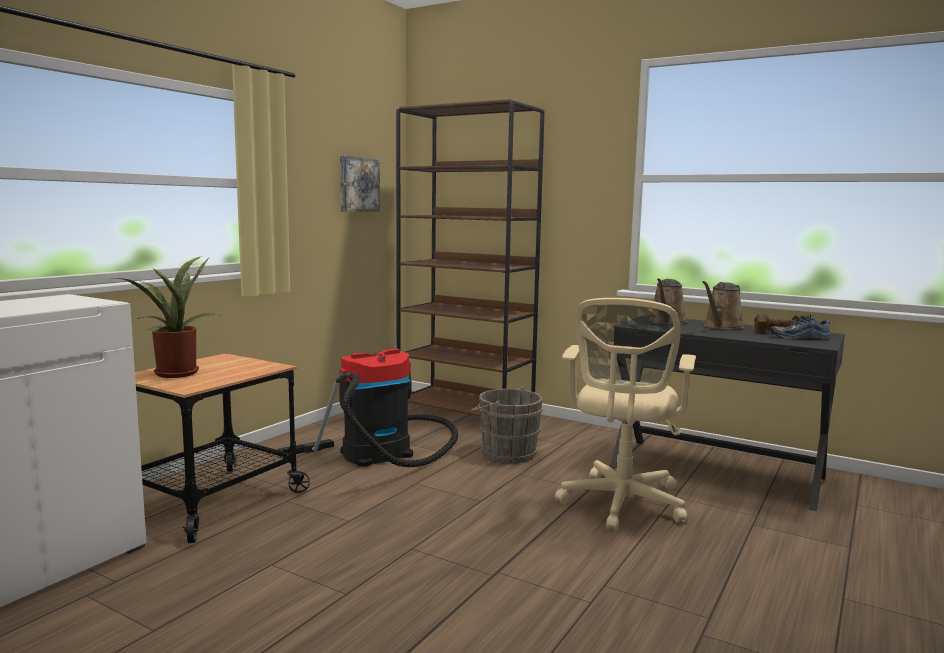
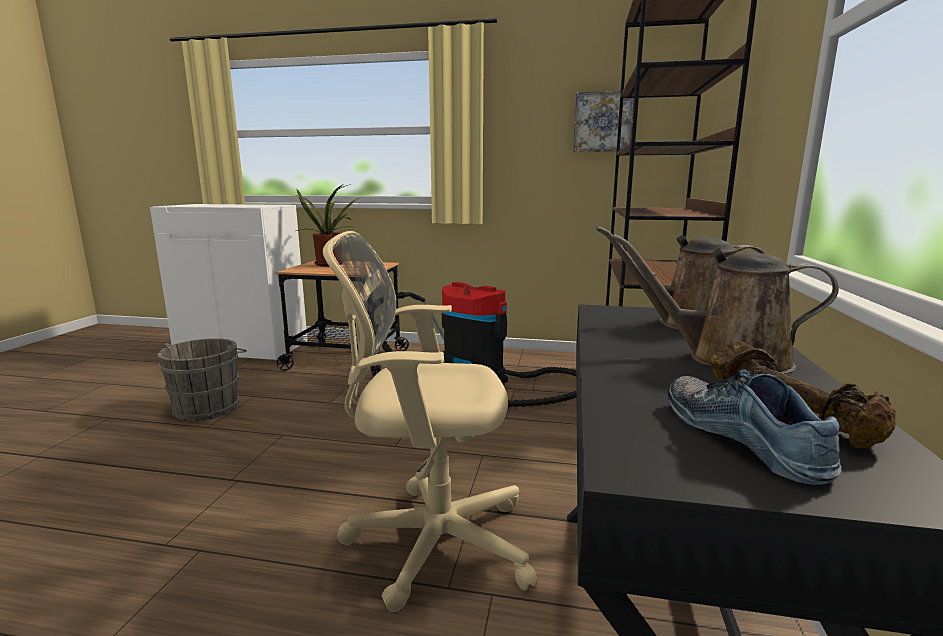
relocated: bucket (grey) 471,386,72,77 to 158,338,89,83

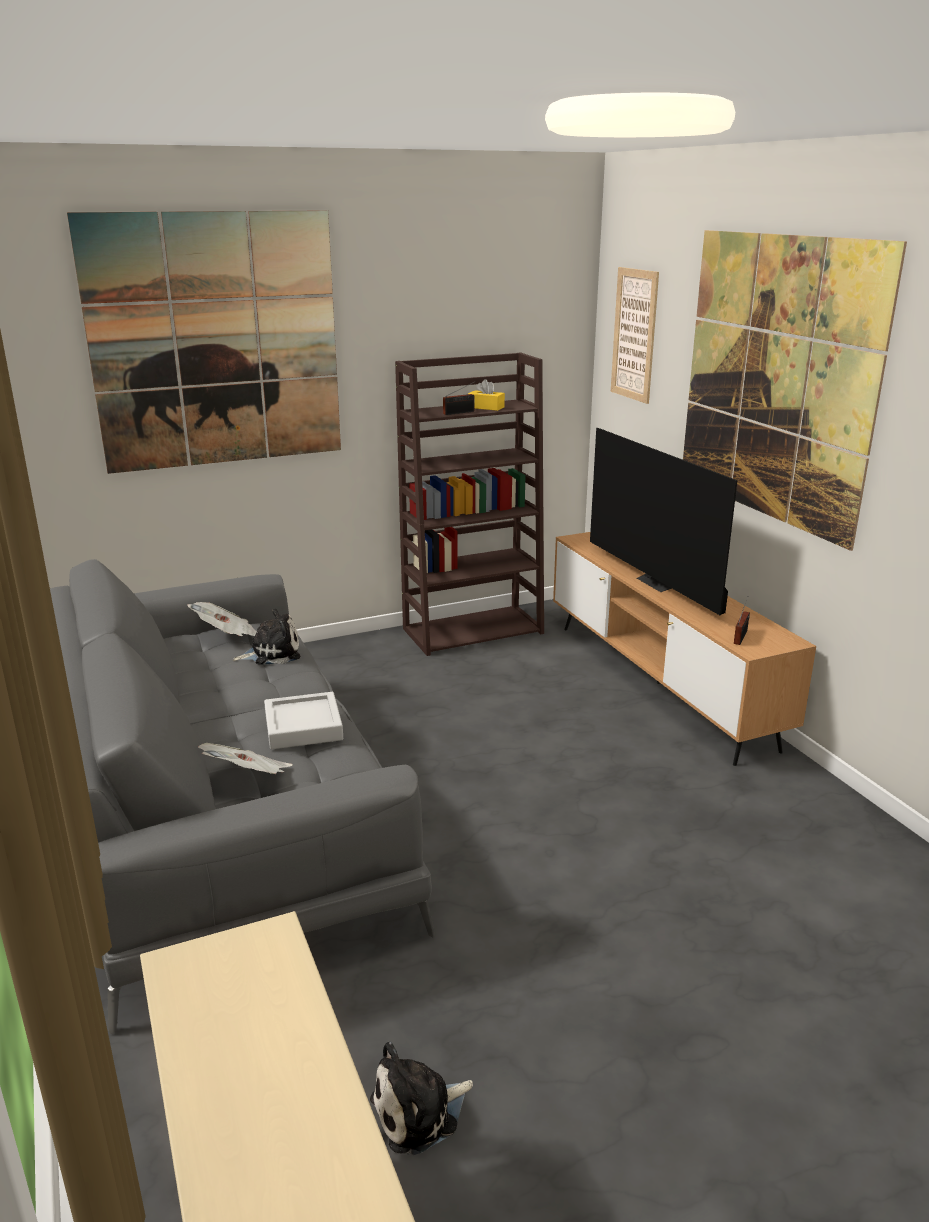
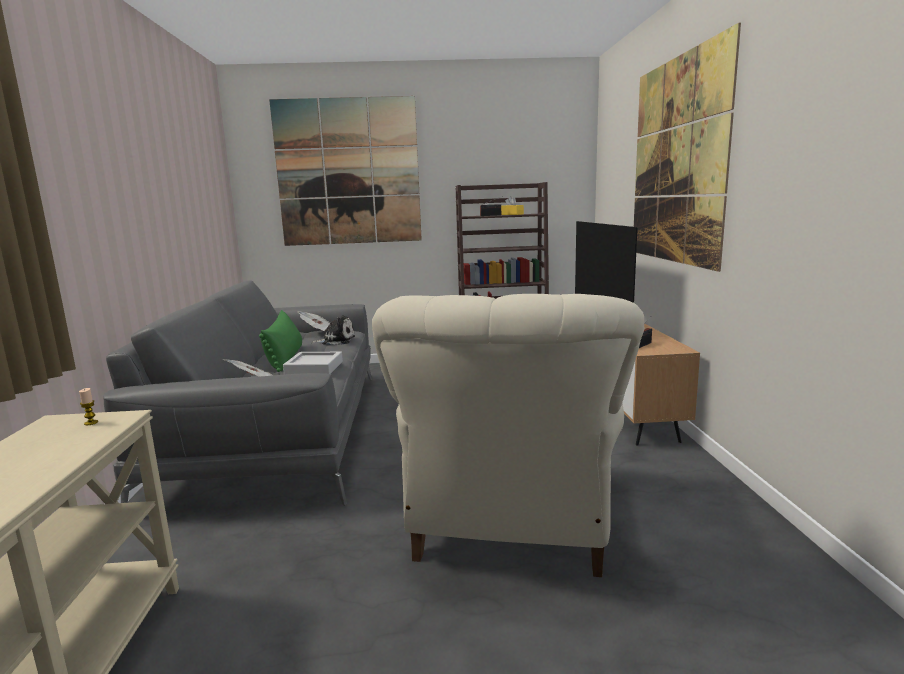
missing: picture 611,267,48,137; plush toy 370,1041,103,114
appeared: armchair (beige) 372,294,272,283; pillow (green) 259,310,43,62; candle 79,388,19,37

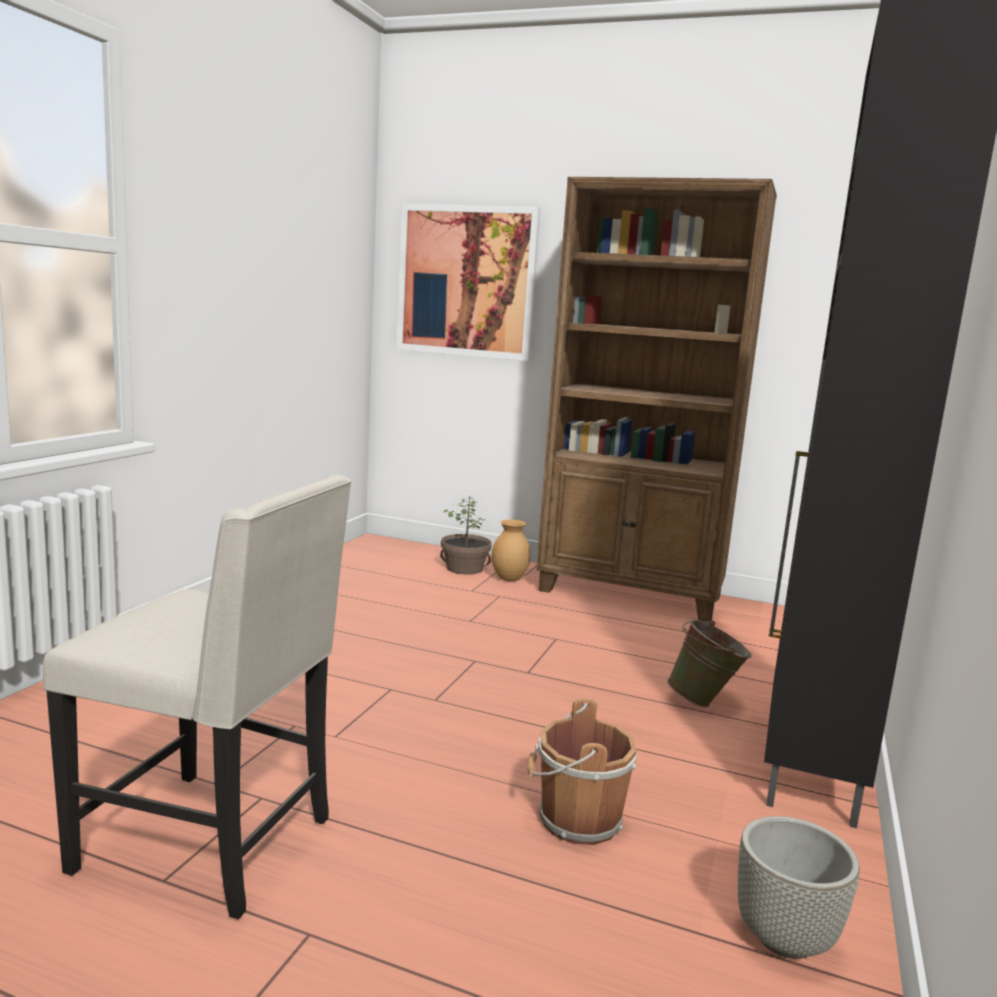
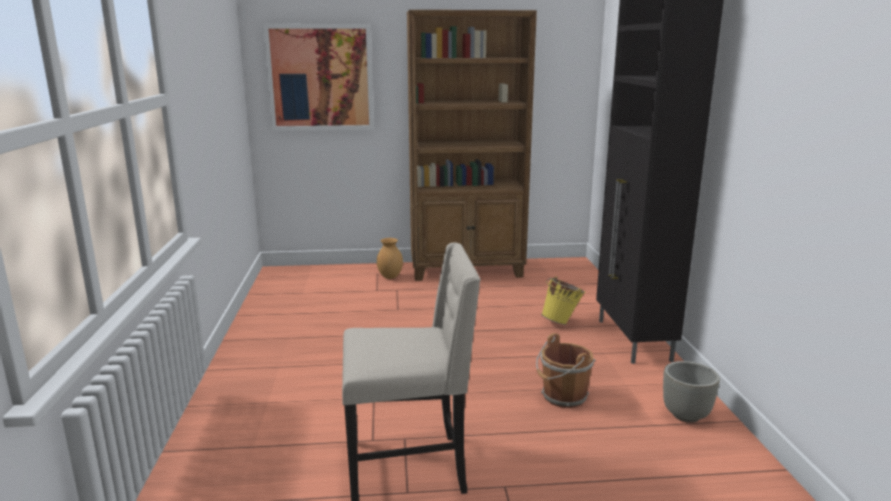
missing: potted plant 440,496,52,79
colour: bucket (green) 667,619,84,89 to bucket (yellow) 541,276,44,49

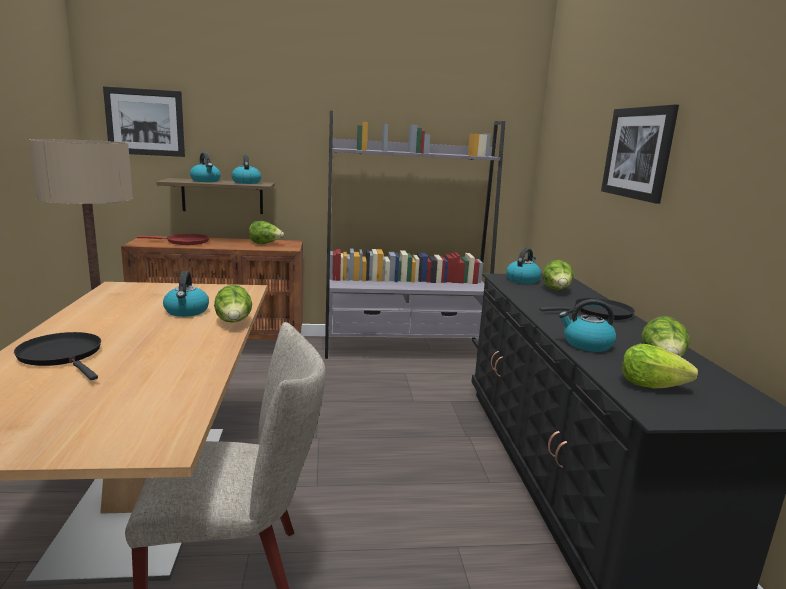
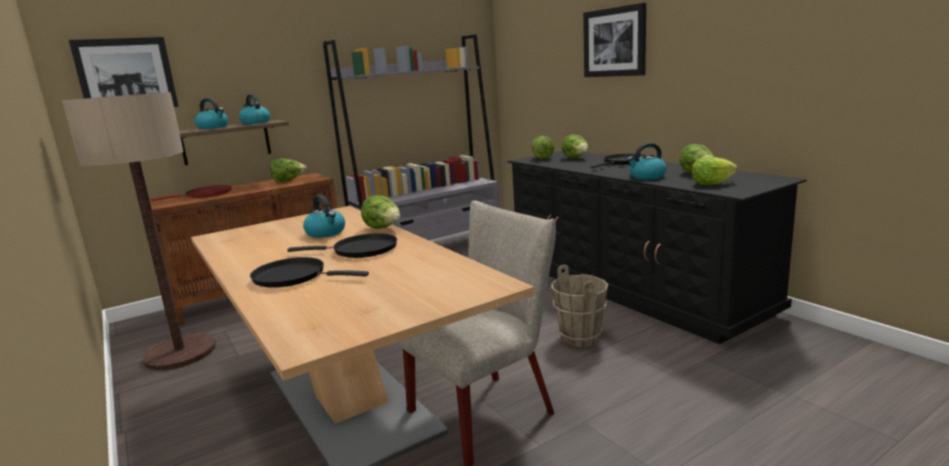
appeared: frying pan (black) 287,233,110,25; bucket (brown) 551,264,57,83
exchanged: kettle 506,248,35,36 to lettuce 532,136,22,23

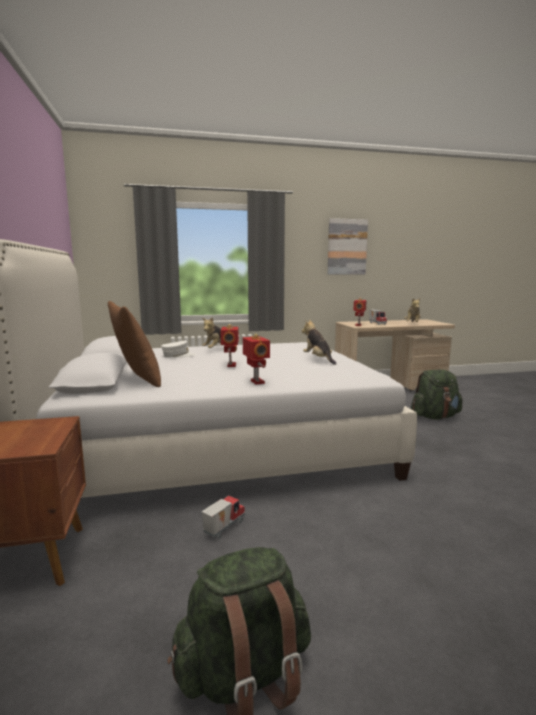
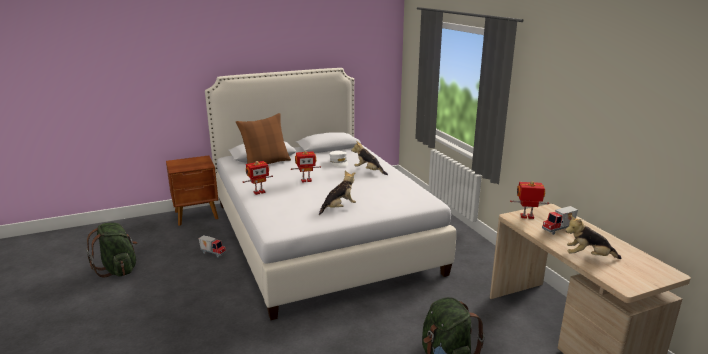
missing: picture 328,218,40,56

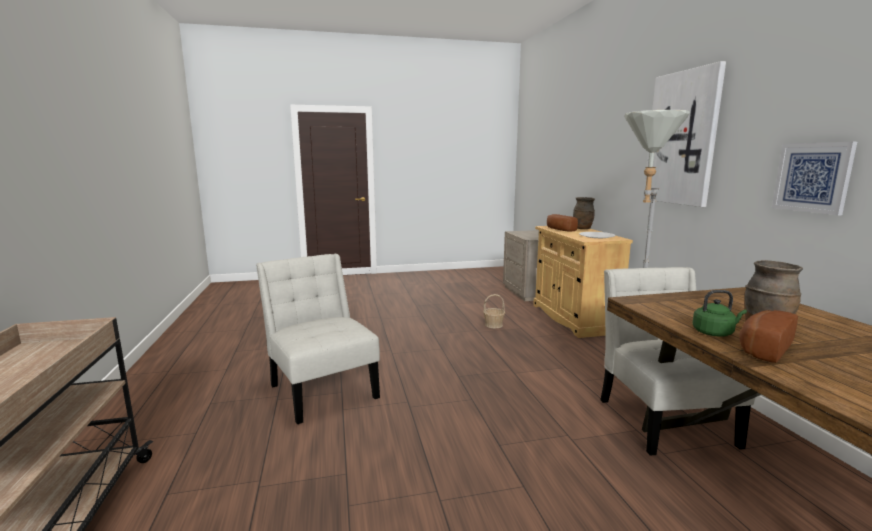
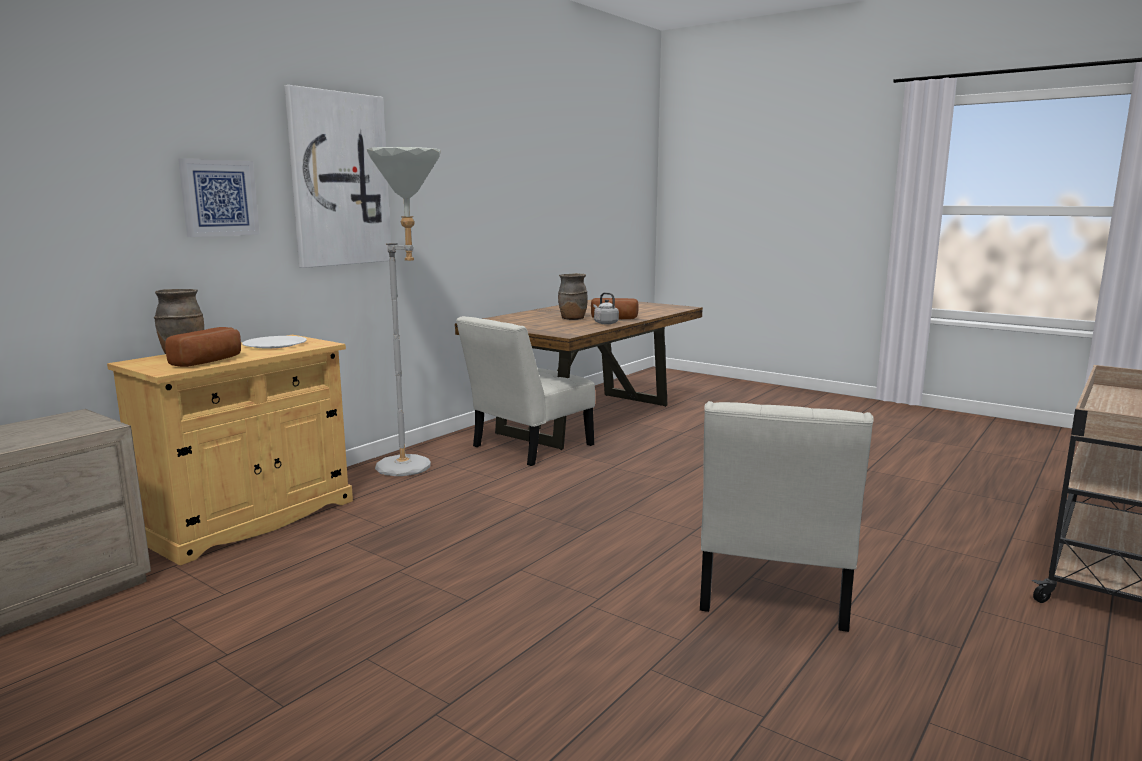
missing: basket 483,294,22,34
relocated: picture 772,142,85,73 to 178,158,82,79
colour: kettle (green) 692,290,55,47 to kettle (grey) 593,292,26,32

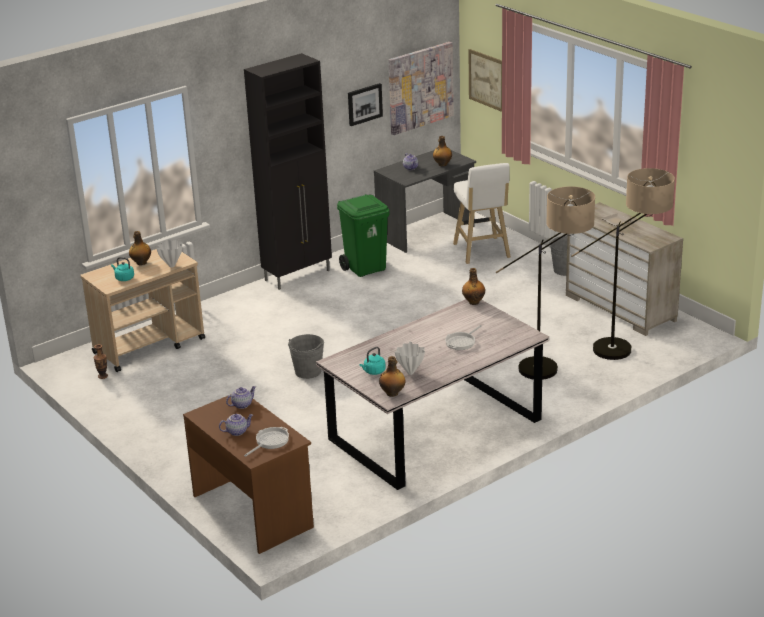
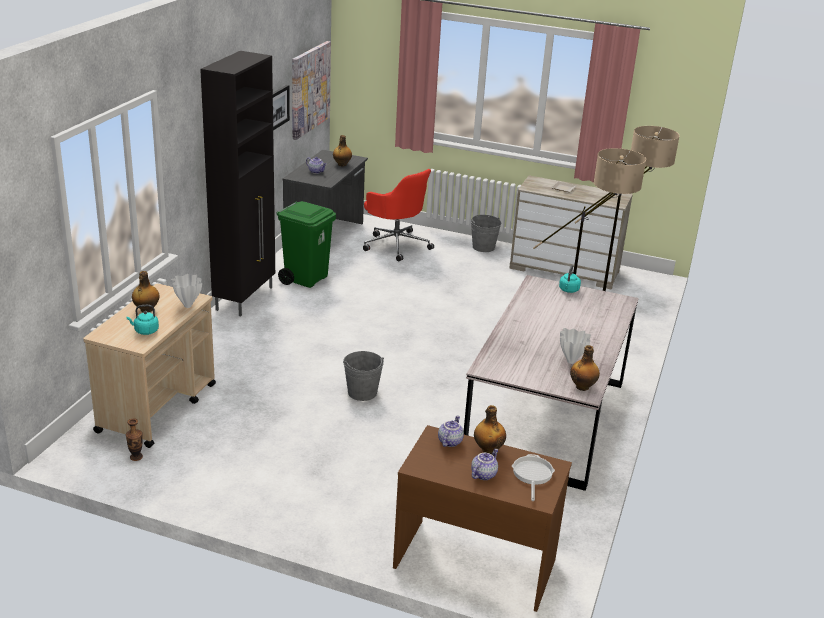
missing: picture 469,49,33,63; frying pan 445,325,37,25
relocated: bottle 462,268,23,37 to 474,405,32,49; kettle (turquoise) 360,347,26,28 to 559,265,22,28
exchanged: stool (white) 453,163,58,101 to office chair (red) 363,169,71,92

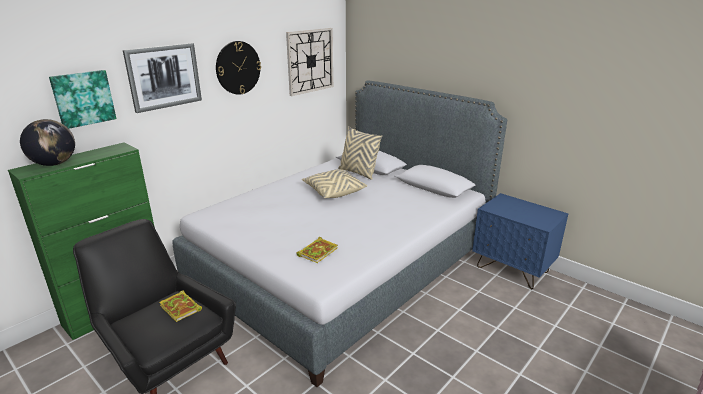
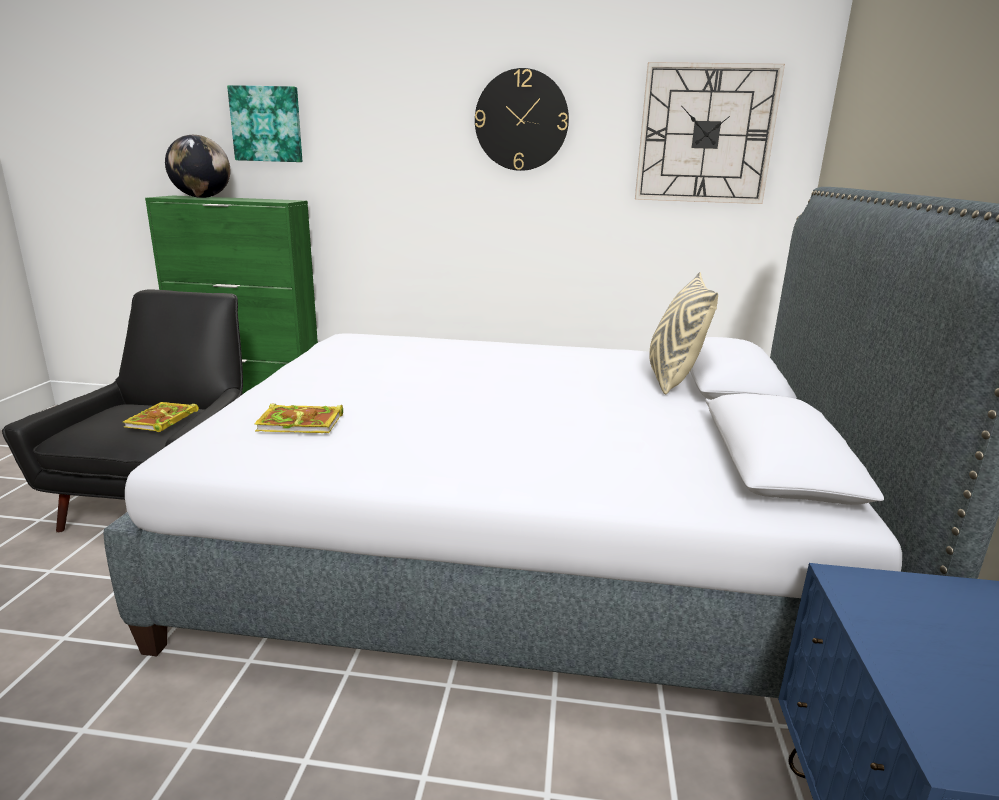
missing: picture 123,43,79,70; pillow (beige) 302,169,65,29

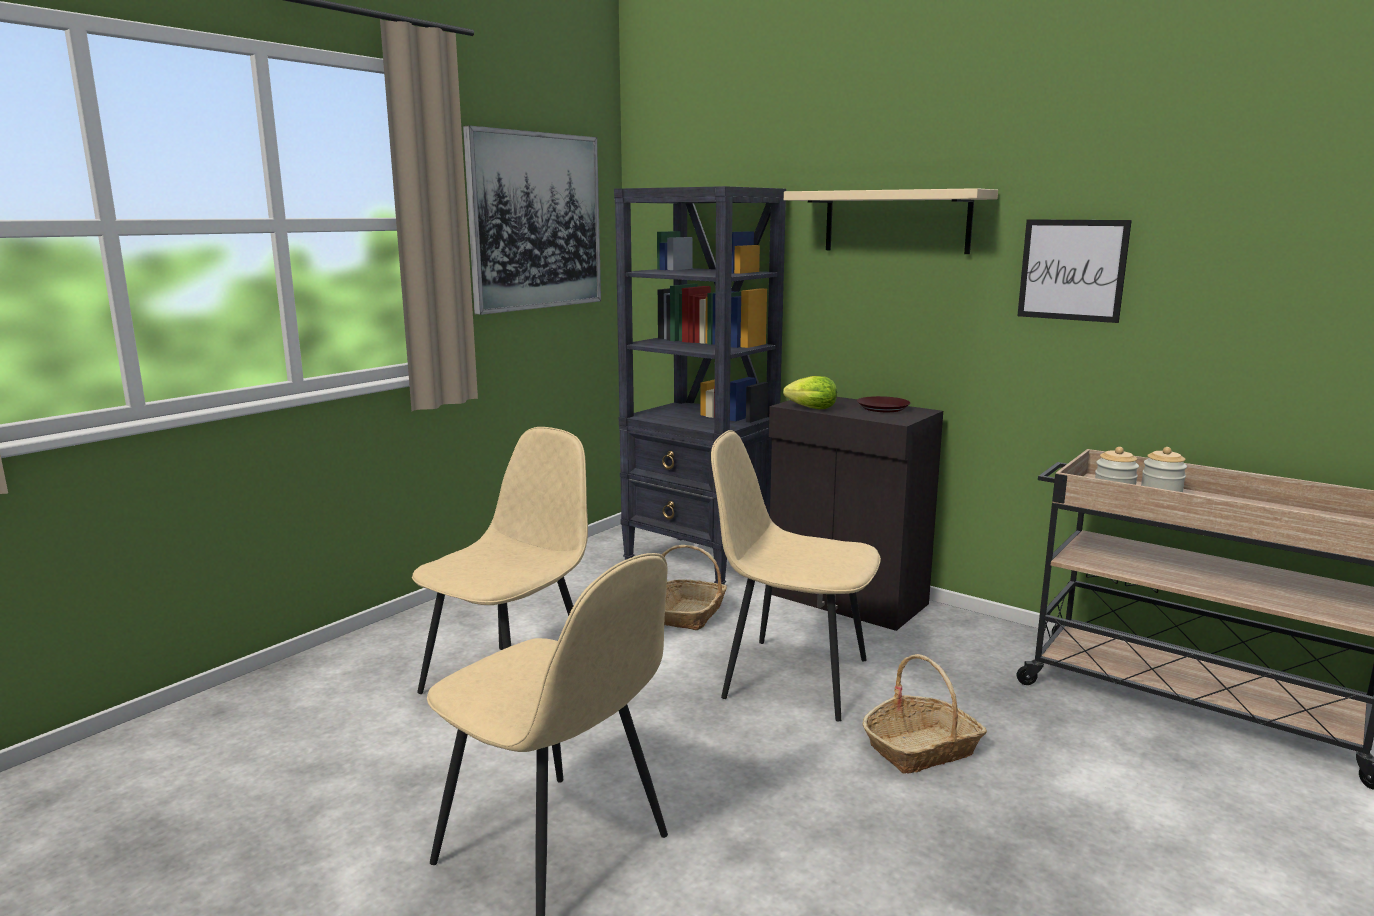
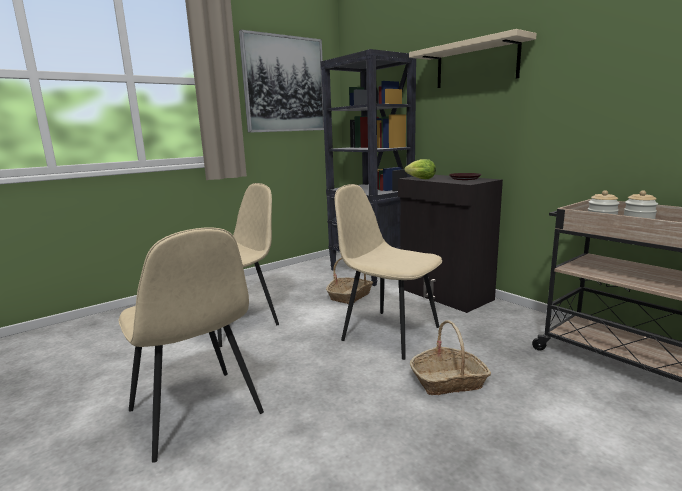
missing: picture 1017,219,115,104

